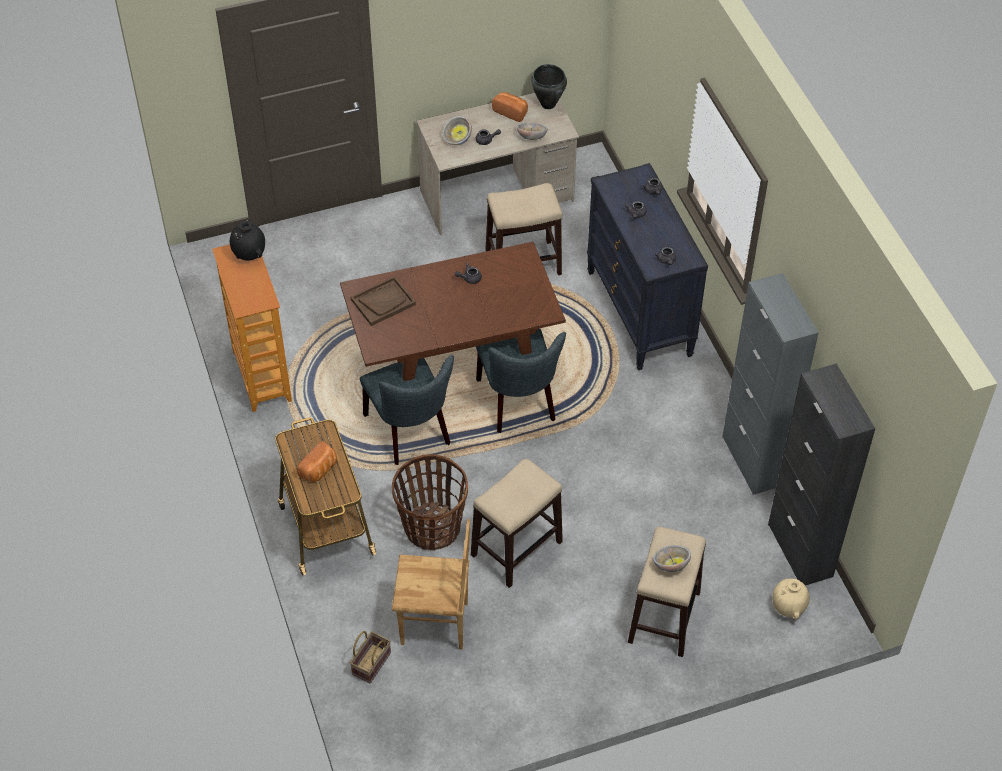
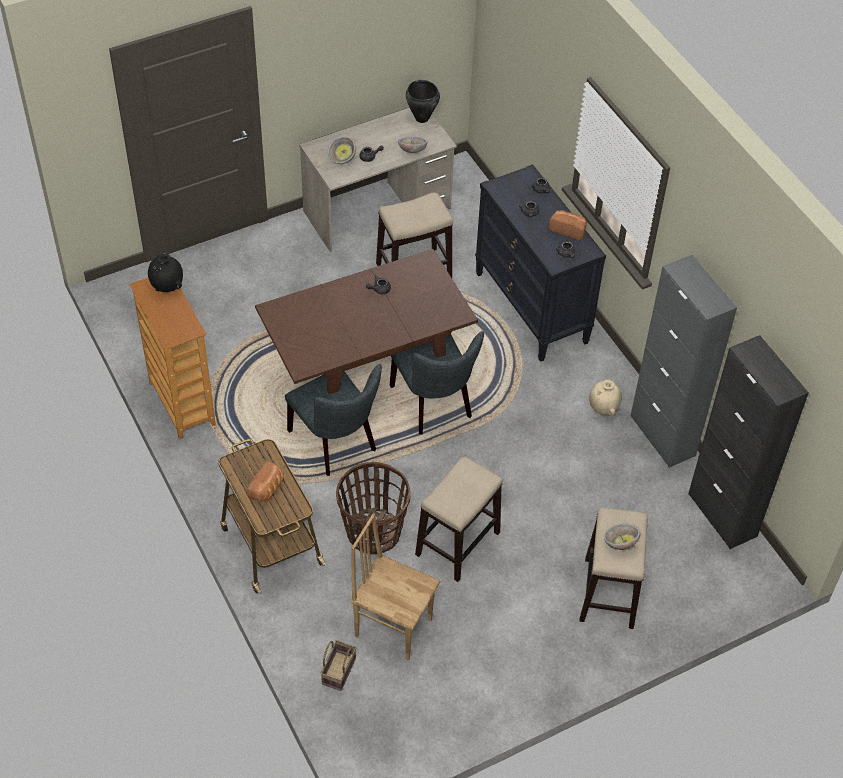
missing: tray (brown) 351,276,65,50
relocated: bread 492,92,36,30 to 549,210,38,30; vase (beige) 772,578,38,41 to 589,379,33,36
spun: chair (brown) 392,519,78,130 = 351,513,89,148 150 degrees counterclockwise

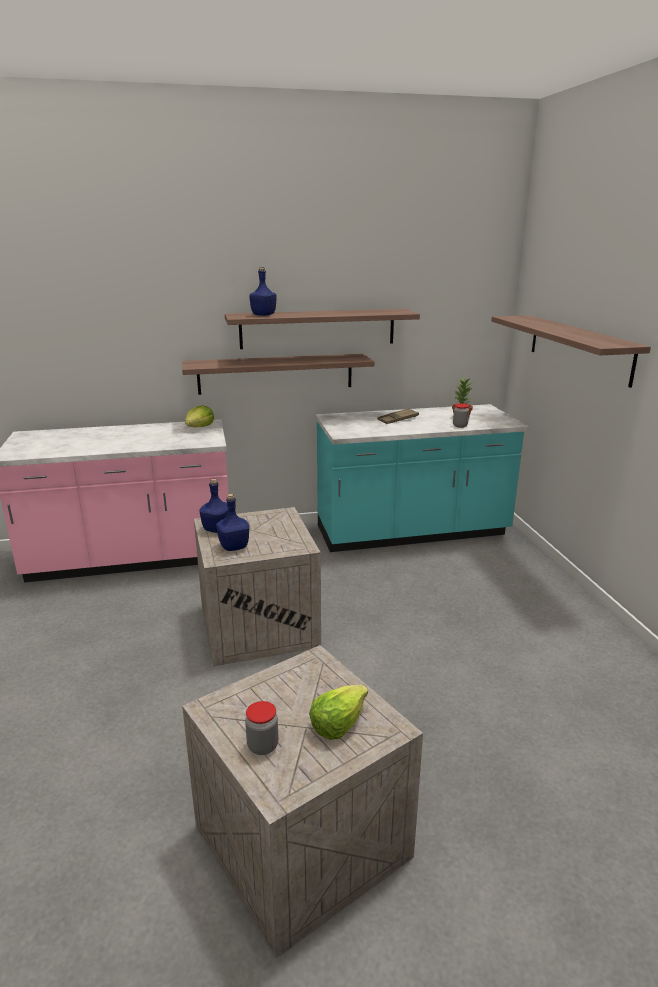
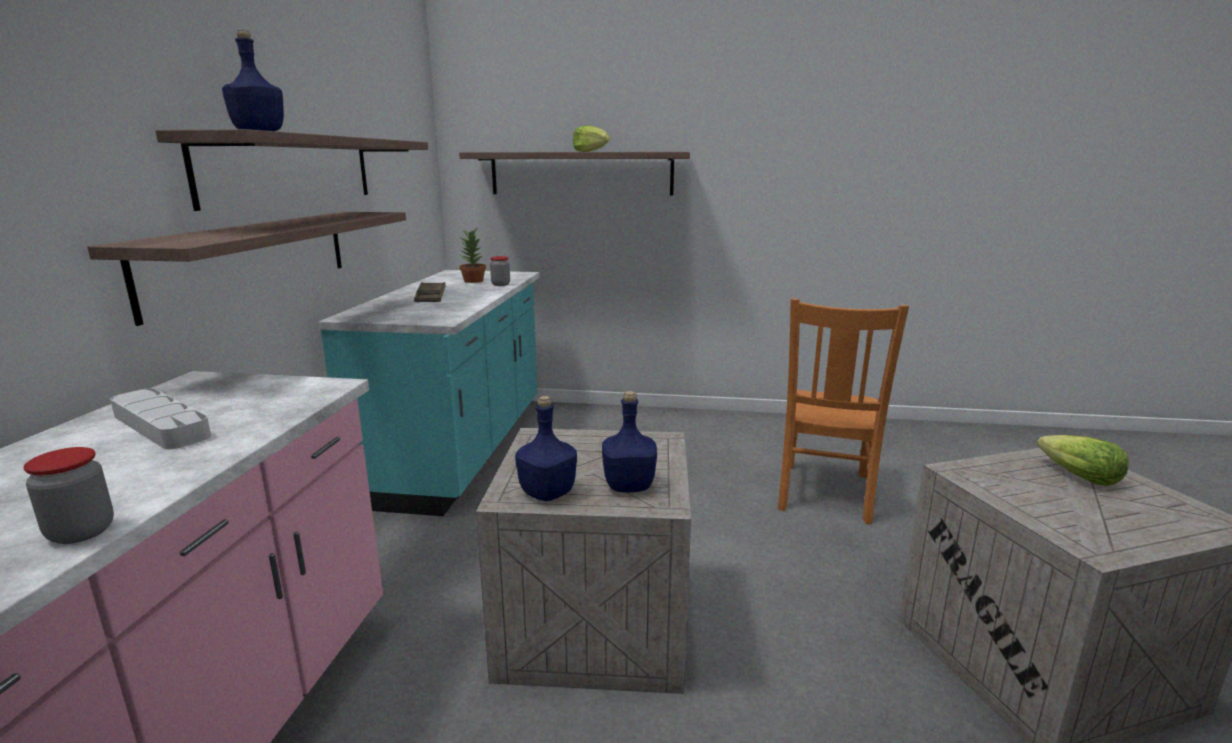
appeared: chair (orange) 778,298,131,226; tray (grey) 110,388,101,61
relocated: lettuce 185,405,29,22 to 573,125,37,27; jar 245,701,33,54 to 23,447,91,97

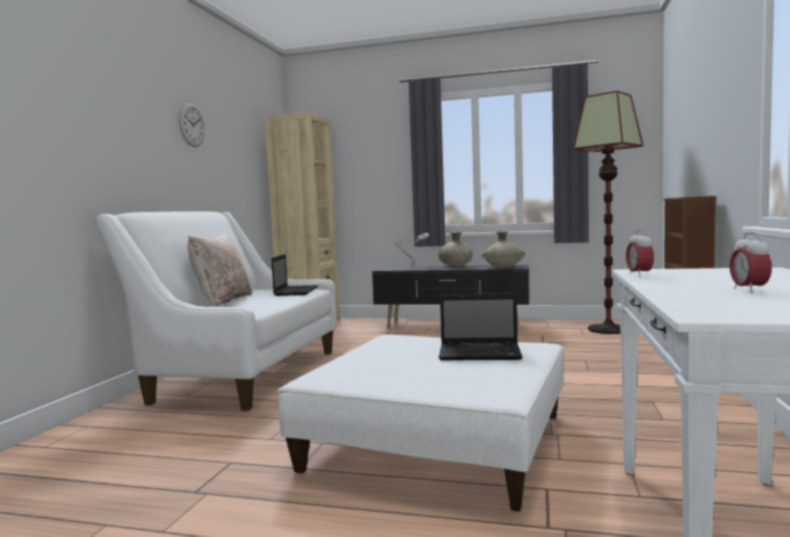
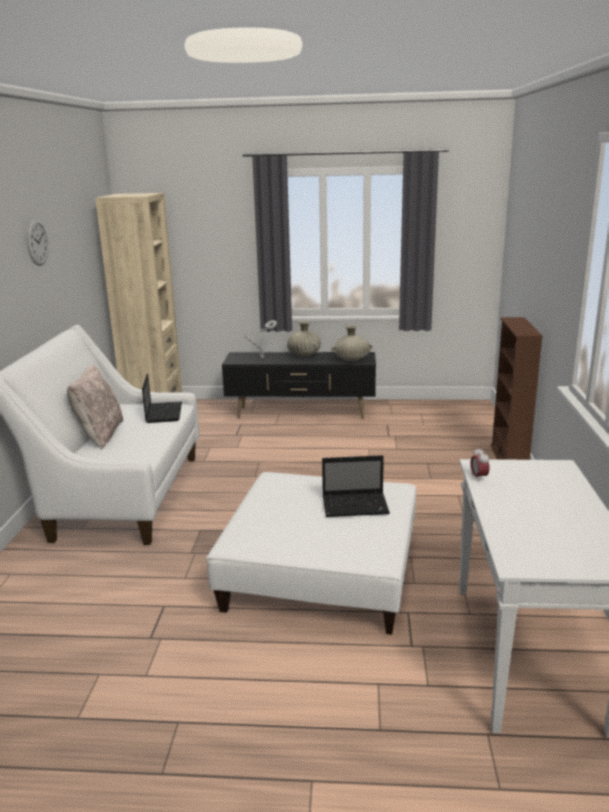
missing: floor lamp 573,91,70,243; alarm clock 730,232,42,61

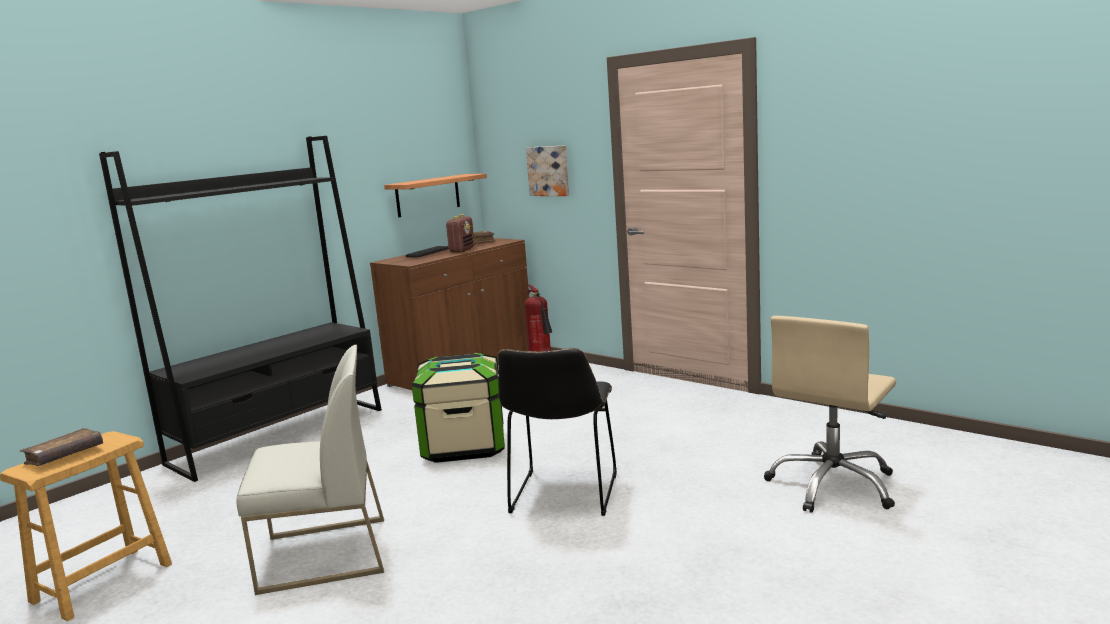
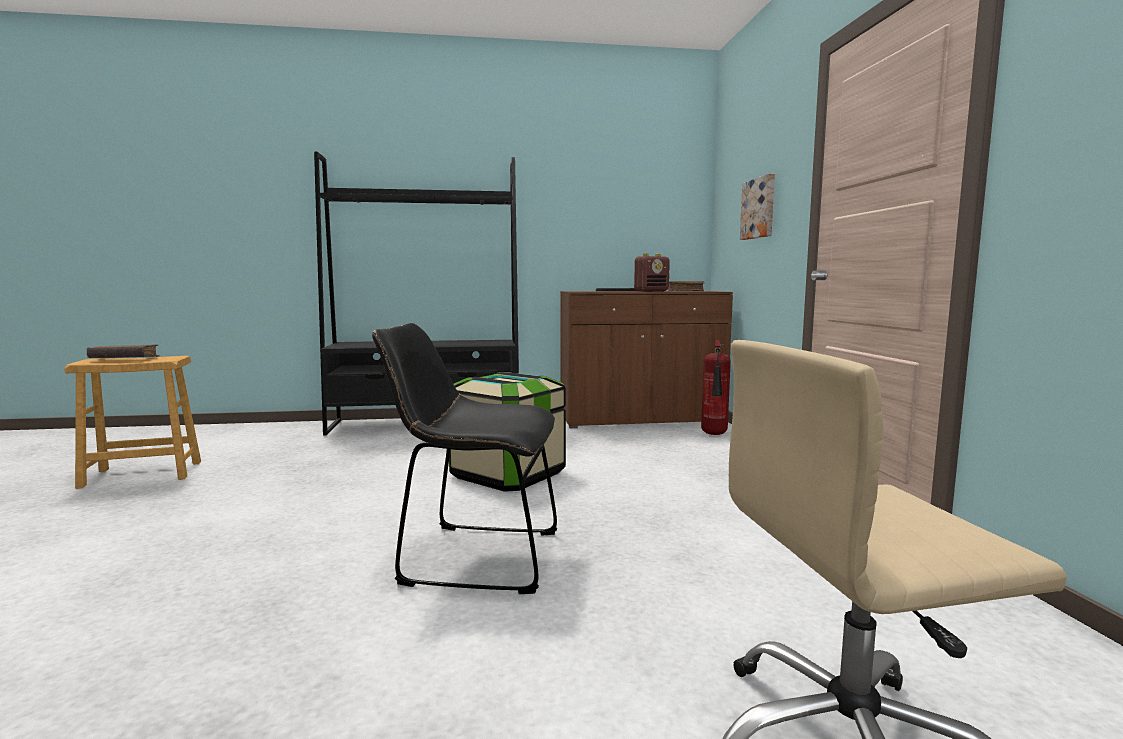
missing: shelf 384,174,103,43; chair (white) 236,344,148,251
spun: chair (black) 498,348,119,168 = 372,323,185,271 45 degrees clockwise

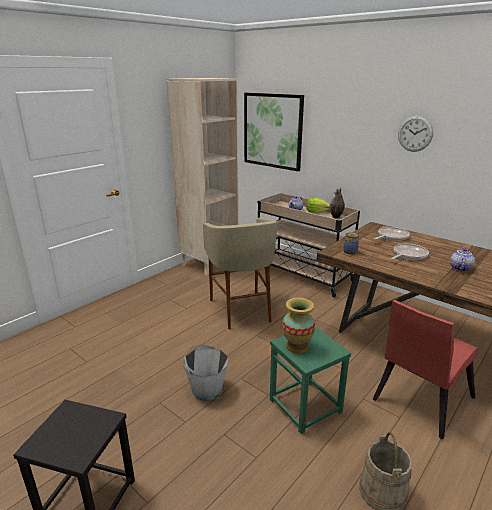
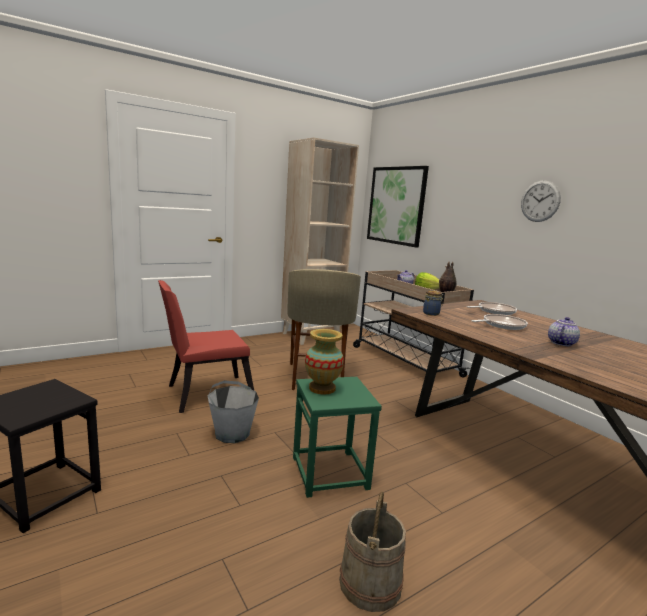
relocated: chair (red) 373,300,106,139 to 158,280,96,133

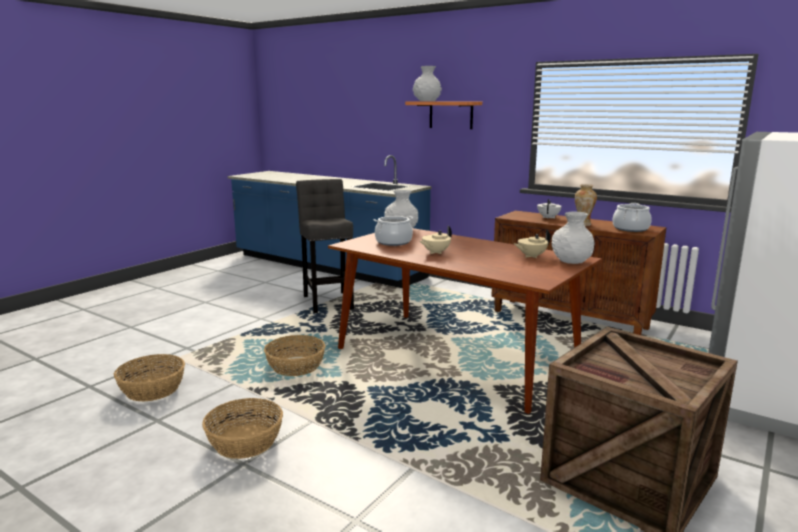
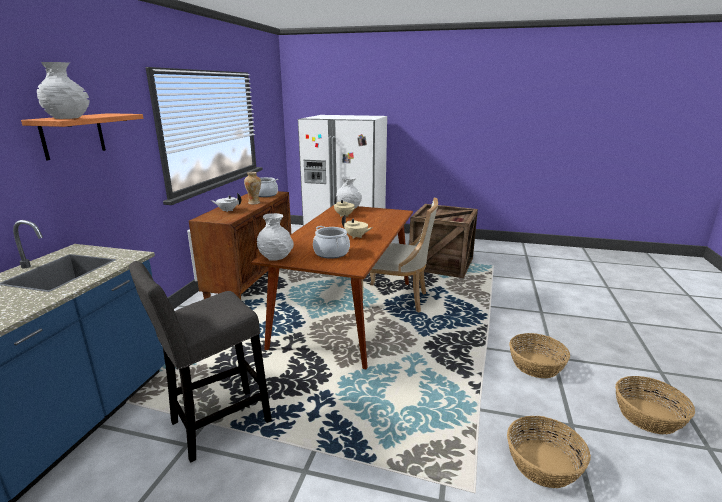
appeared: chair (beige) 361,198,77,115
relocated: basket 264,335,62,41 to 615,376,80,58

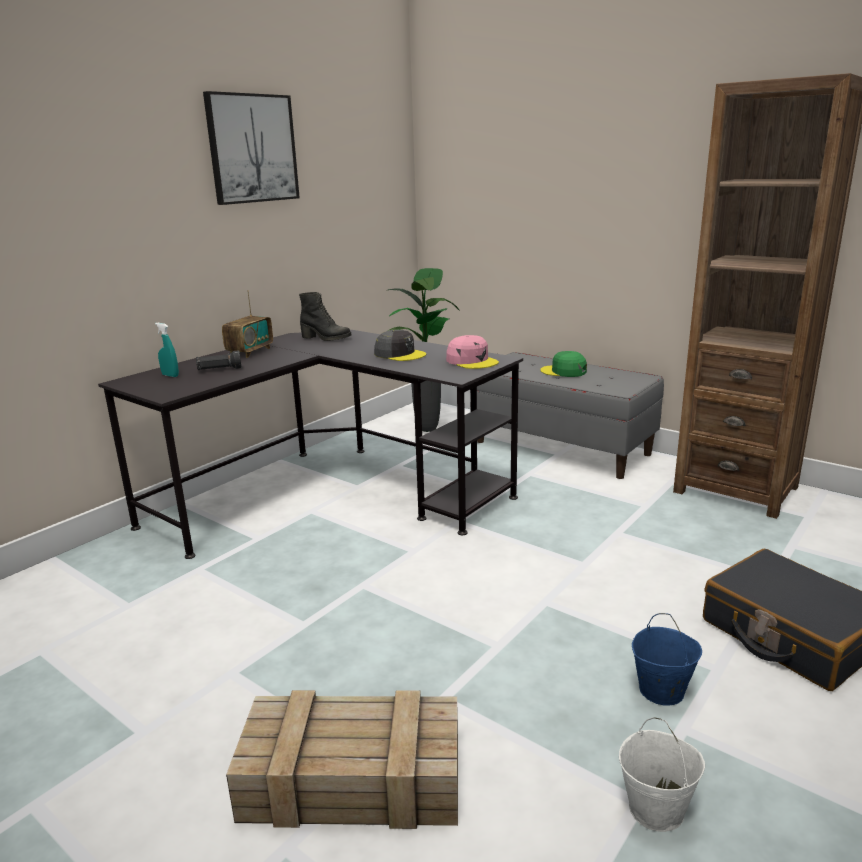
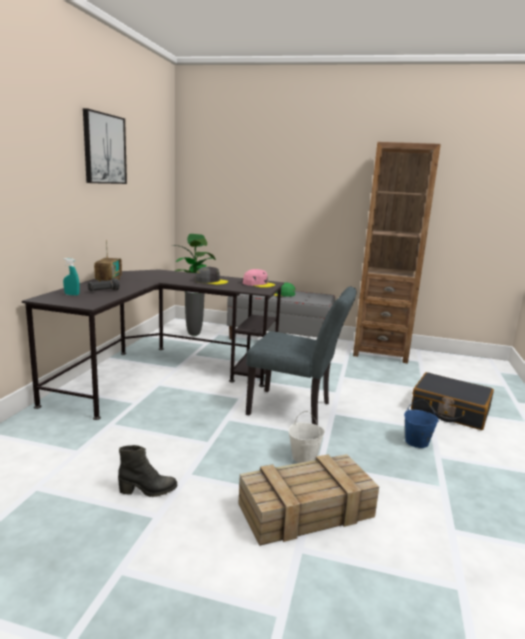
appeared: chair (grey) 246,287,110,138
relocated: boot (black) 299,292,52,49 to 118,445,59,52; bucket (white) 619,717,86,115 to 288,411,37,52

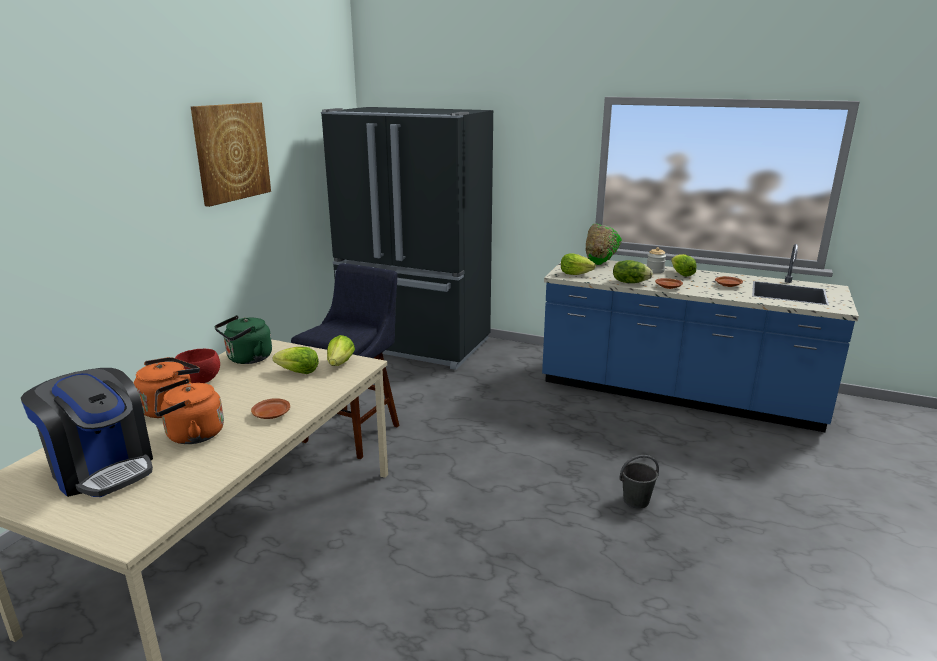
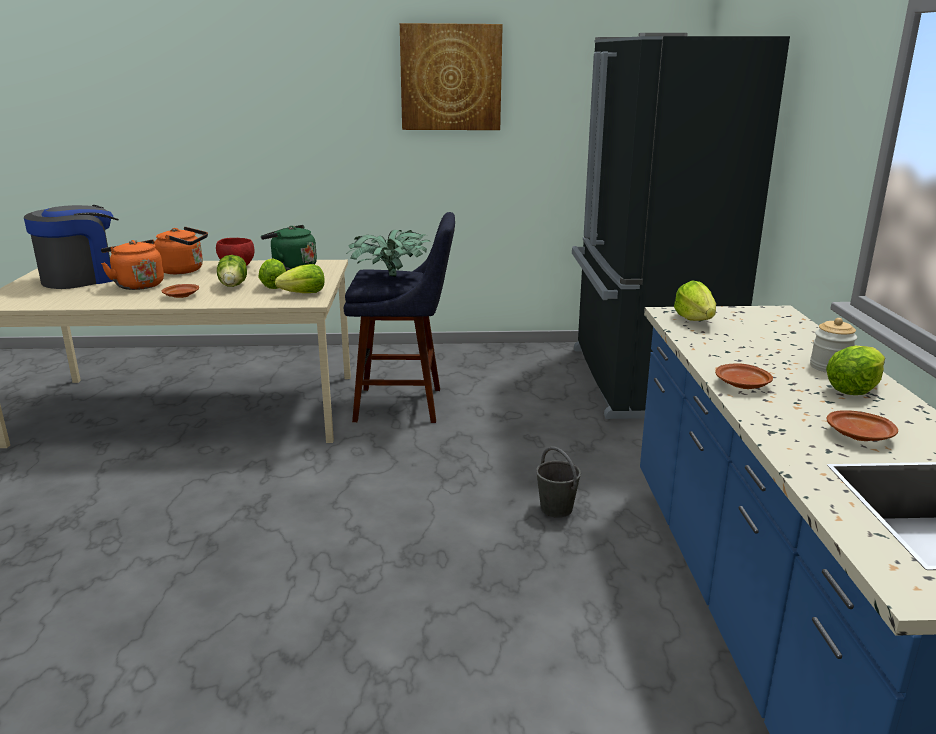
missing: bowl (green) 586,224,36,41
appeared: potted plant 349,230,82,47
relocated: lettuce 613,260,40,23 to 217,255,30,32; bucket (grey) 620,455,39,54 to 536,446,45,72
spun: coffee machine 21,368,132,129 = 24,205,95,84 150 degrees counterclockwise

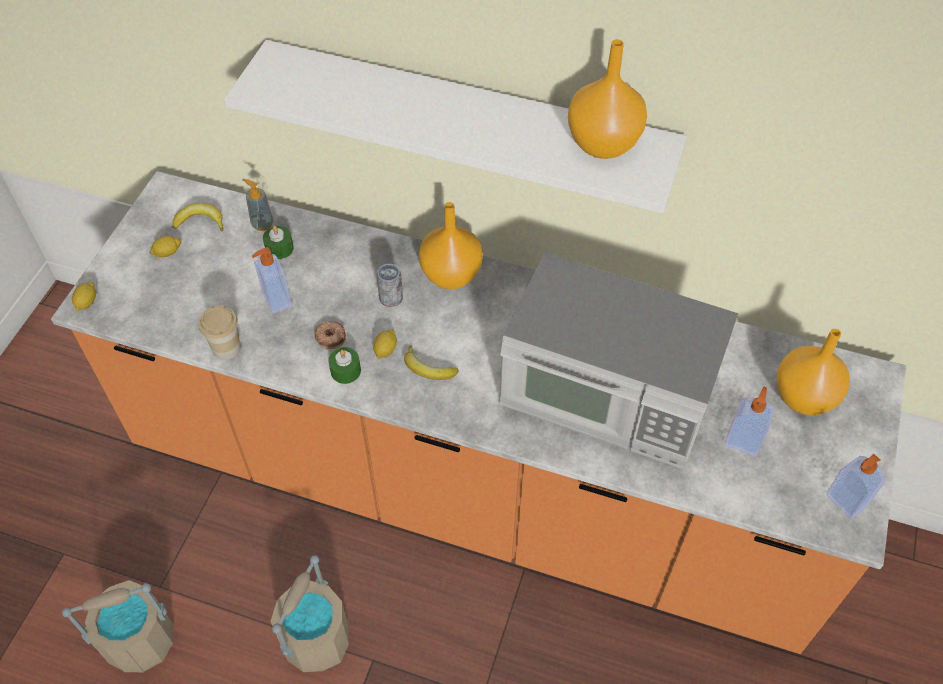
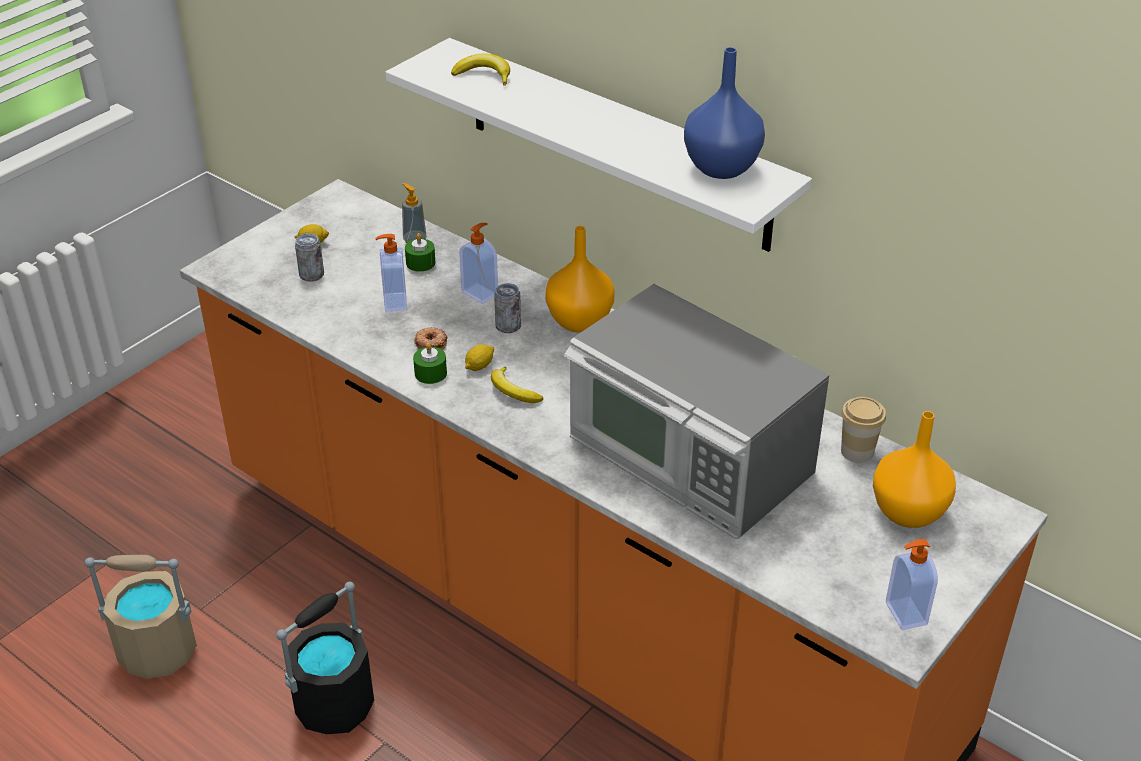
missing: lemon 72,282,24,29
appeared: can 295,233,29,49
relocated: banana 172,203,52,29 to 451,54,59,32; cup 198,306,43,54 to 841,397,45,66; soap dispenser 725,387,49,69 to 459,223,39,81
colour: vase (orange) 568,39,79,120 to vase (blue) 684,47,81,132; bucket (beige) 270,555,79,117 to bucket (black) 276,582,98,152

